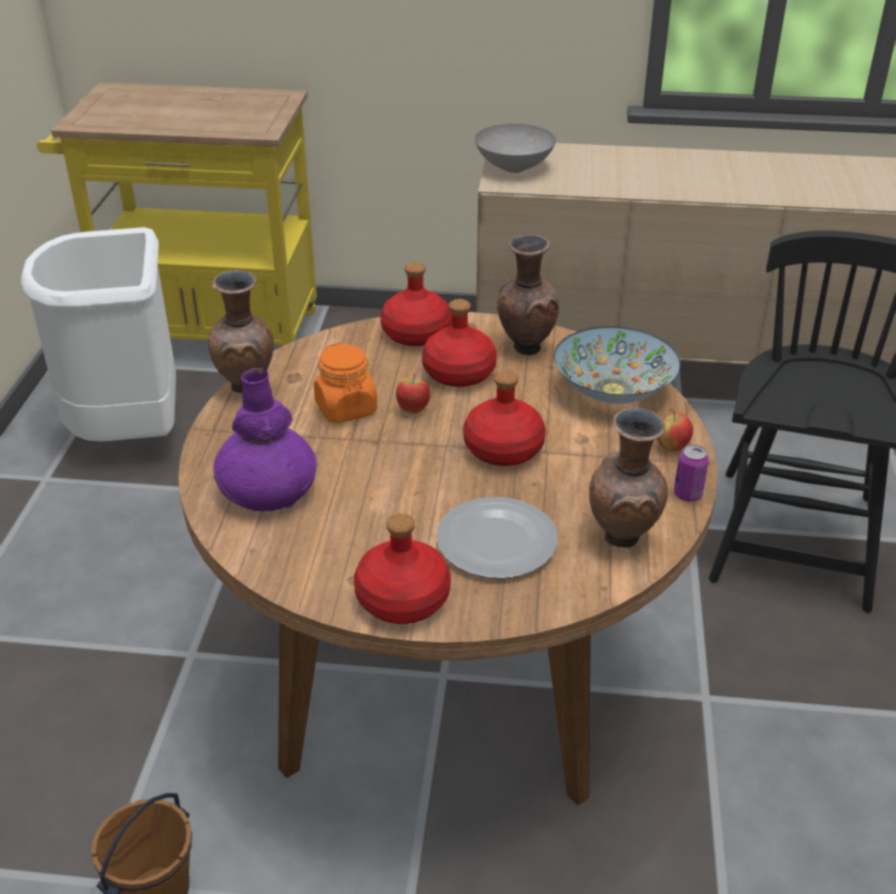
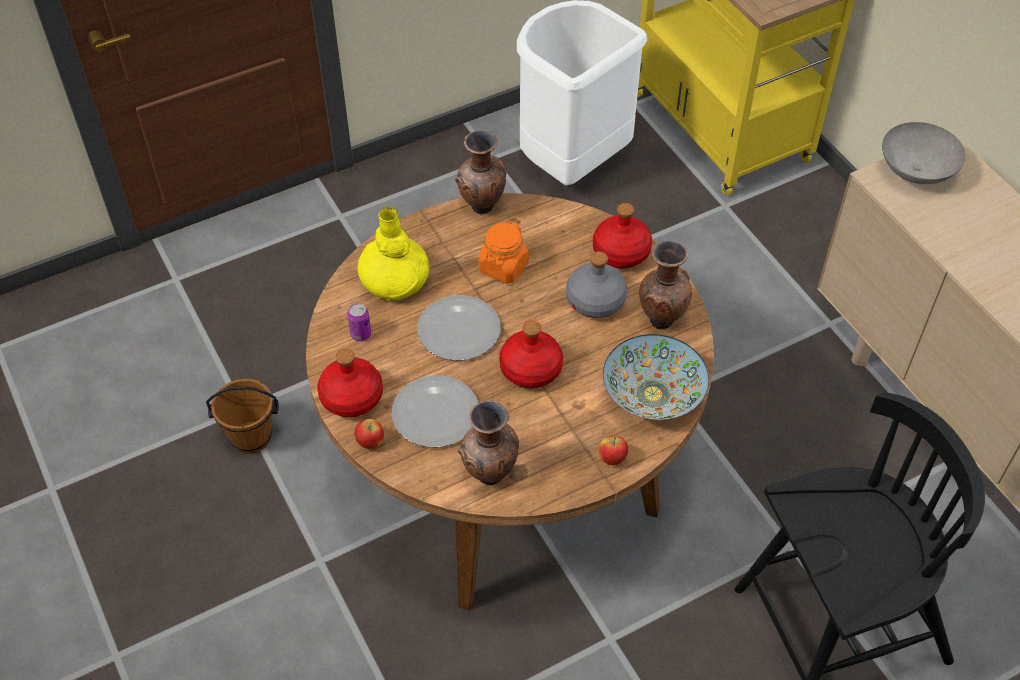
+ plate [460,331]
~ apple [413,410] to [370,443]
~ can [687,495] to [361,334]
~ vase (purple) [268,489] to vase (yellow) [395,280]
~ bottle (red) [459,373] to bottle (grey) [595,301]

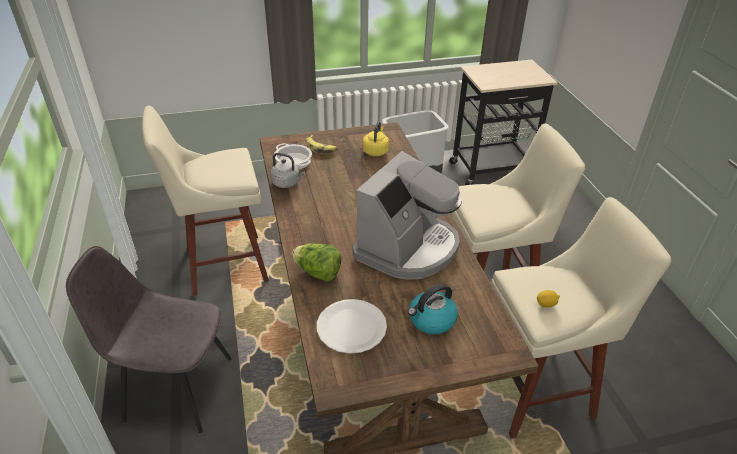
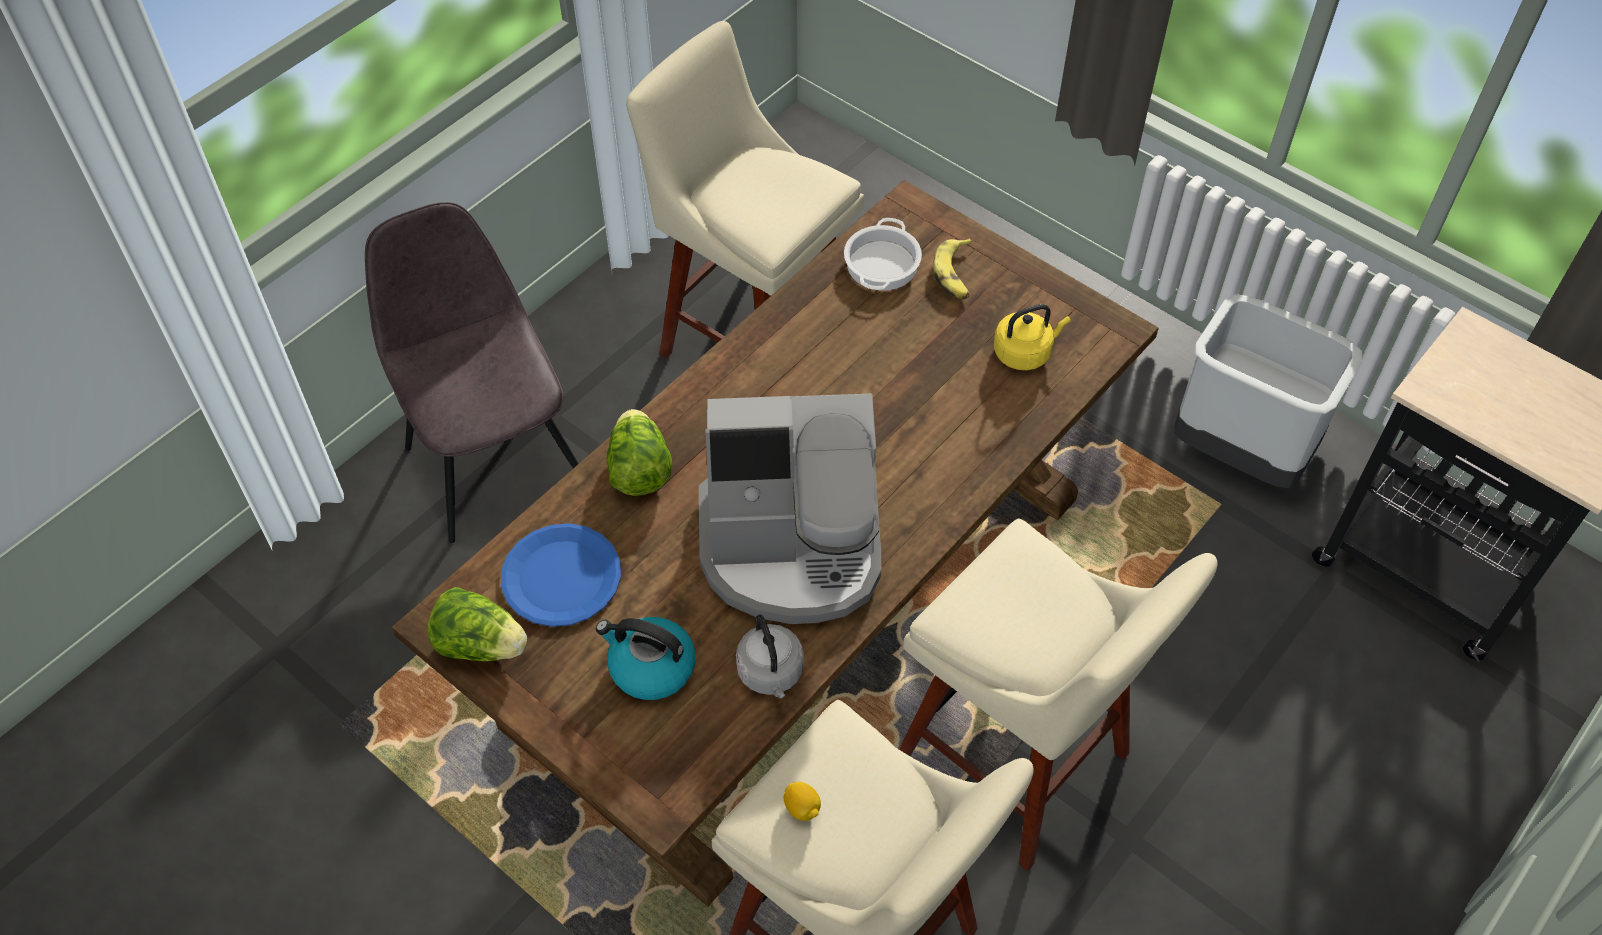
+ lettuce [481,644]
~ kettle (grey) [287,183] to [771,674]
~ plate (white) [351,327] to plate (blue) [562,577]

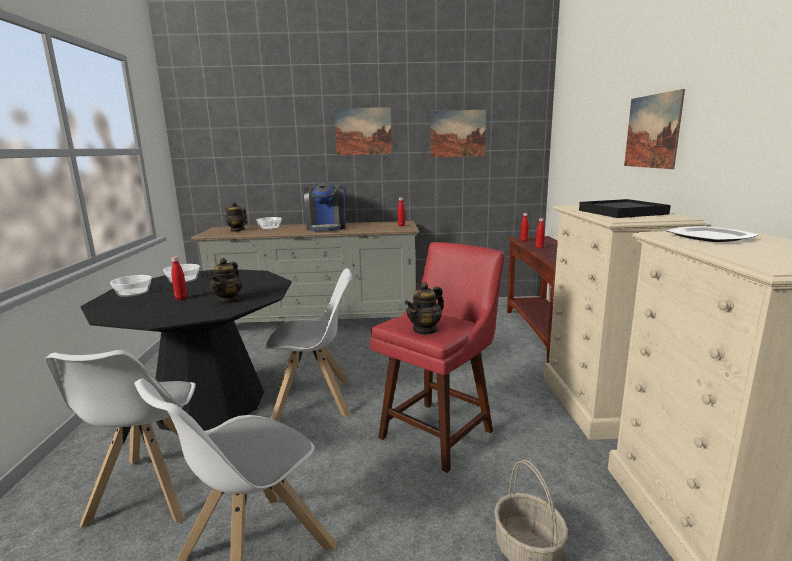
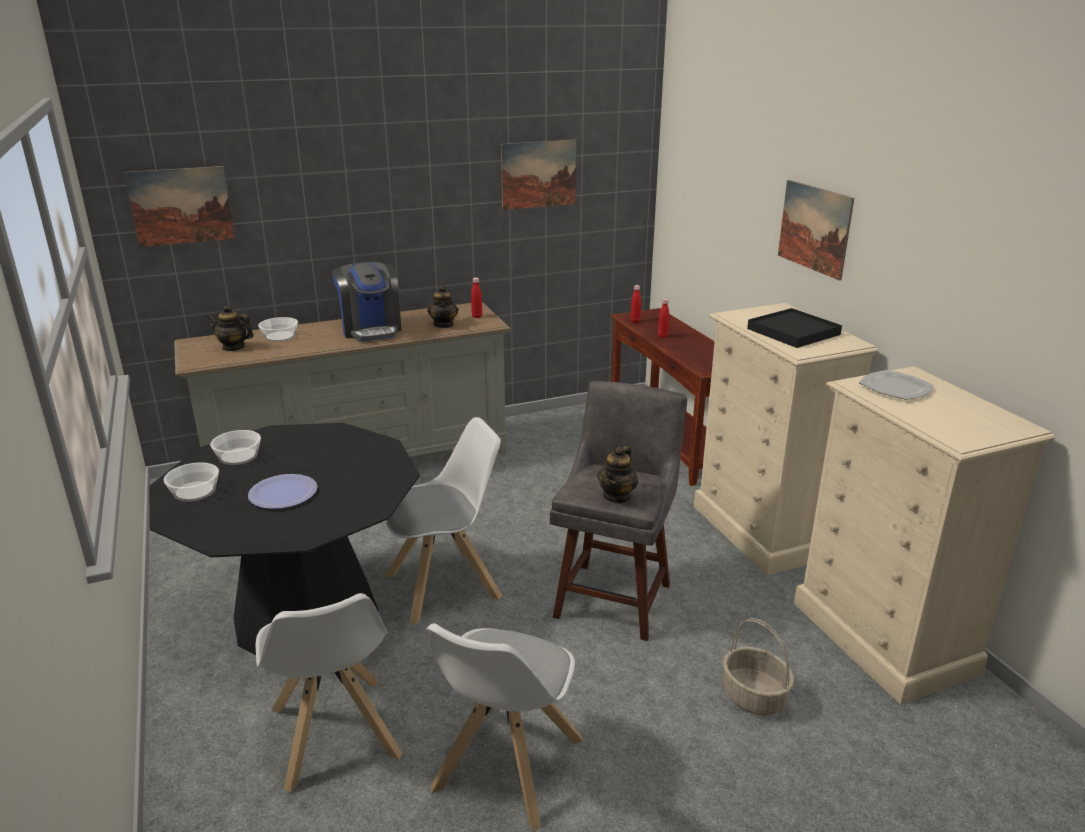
~ teapot [228,300] to [444,324]
~ picture [363,131] to [181,206]
~ bottle (red) [181,298] to plate [283,493]
~ stool (red) [439,432] to stool (grey) [614,597]

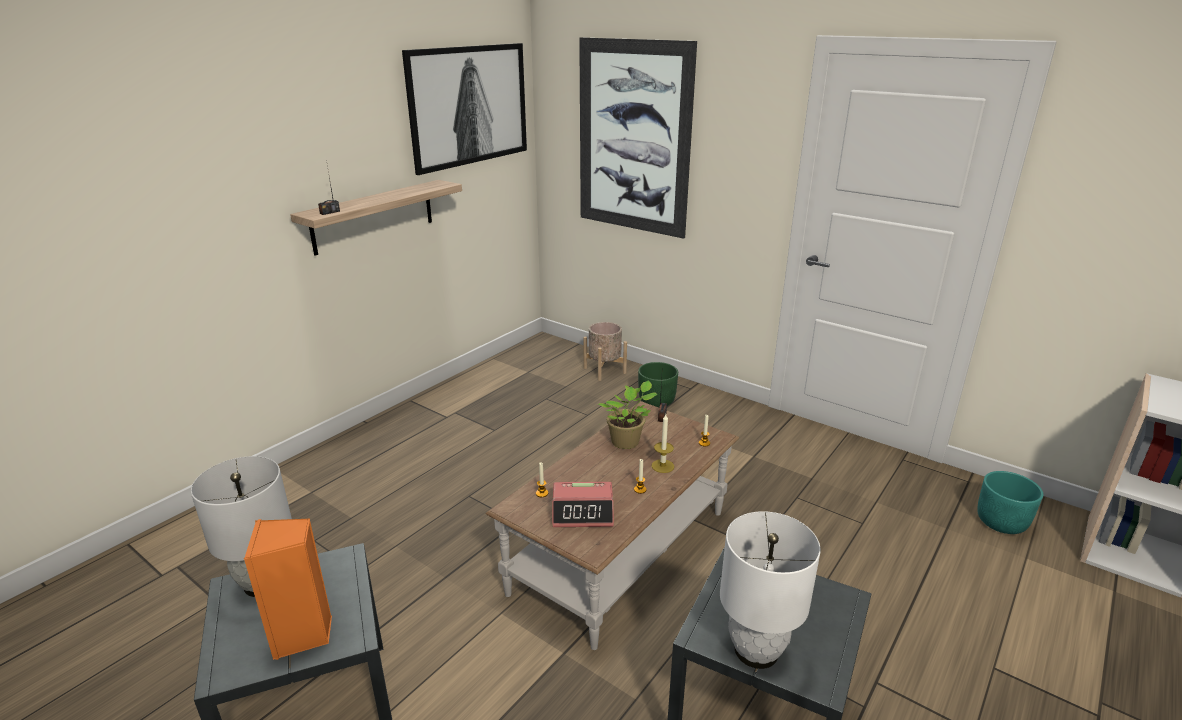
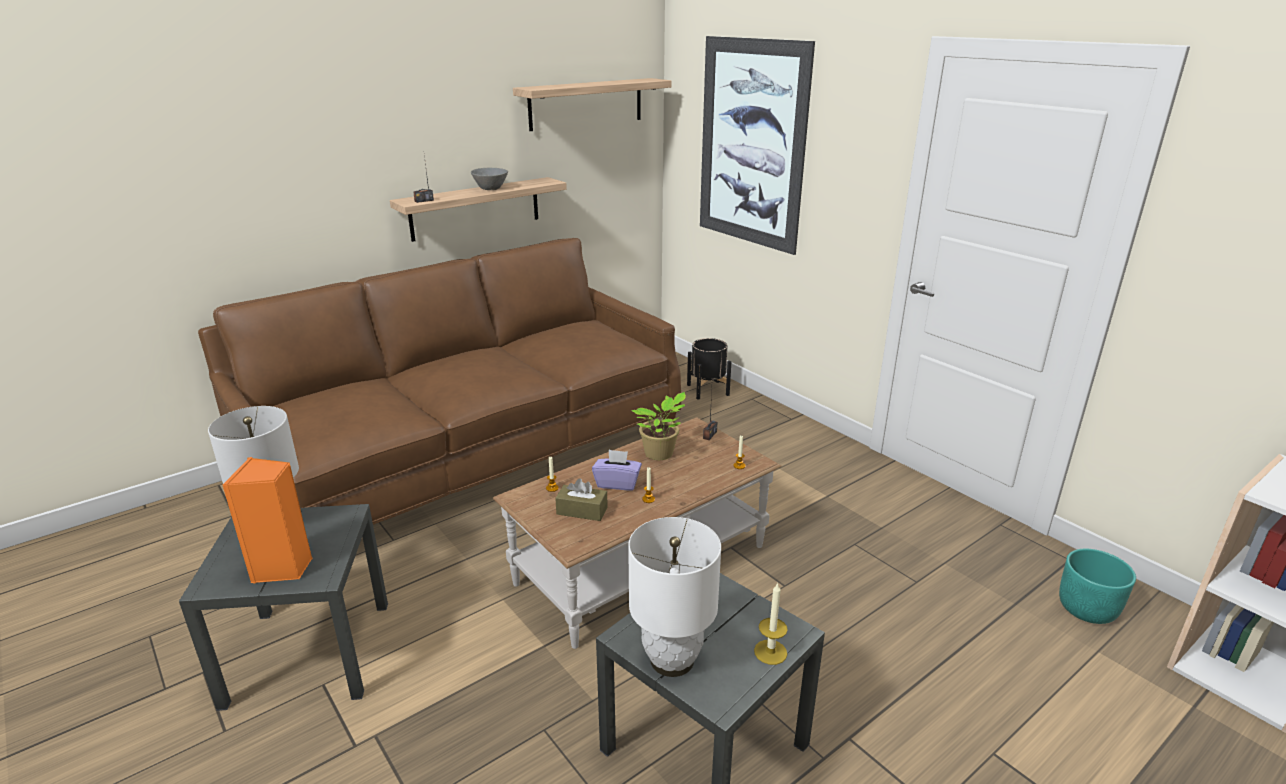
- planter (green) [657,401]
+ sofa (brown) [469,455]
+ bowl (grey) [490,189]
+ tissue box (purple) [617,483]
~ candle [662,466] to [770,652]
~ picture [468,105] to shelf [586,104]
~ alarm clock [583,512] to tissue box (brown) [582,511]
~ planter (beige) [604,370] to planter (black) [708,390]

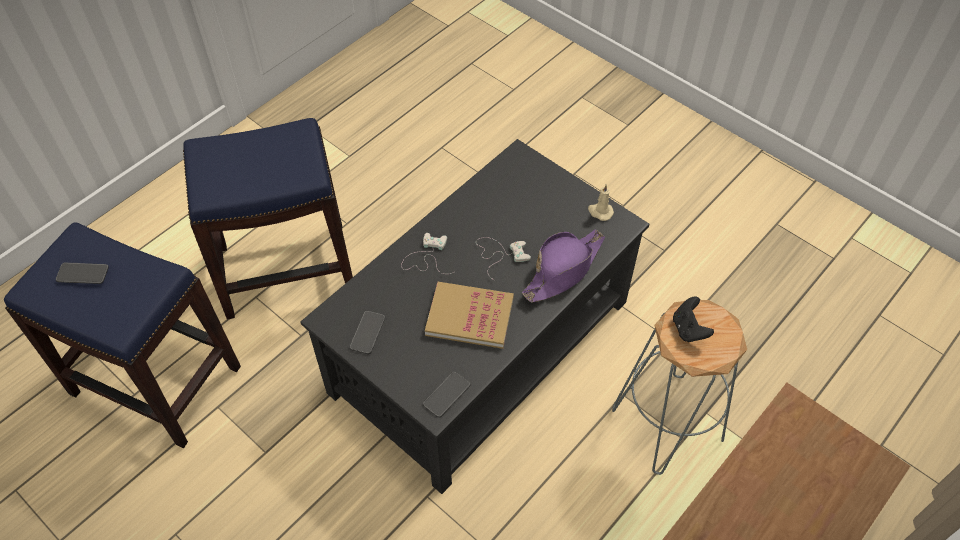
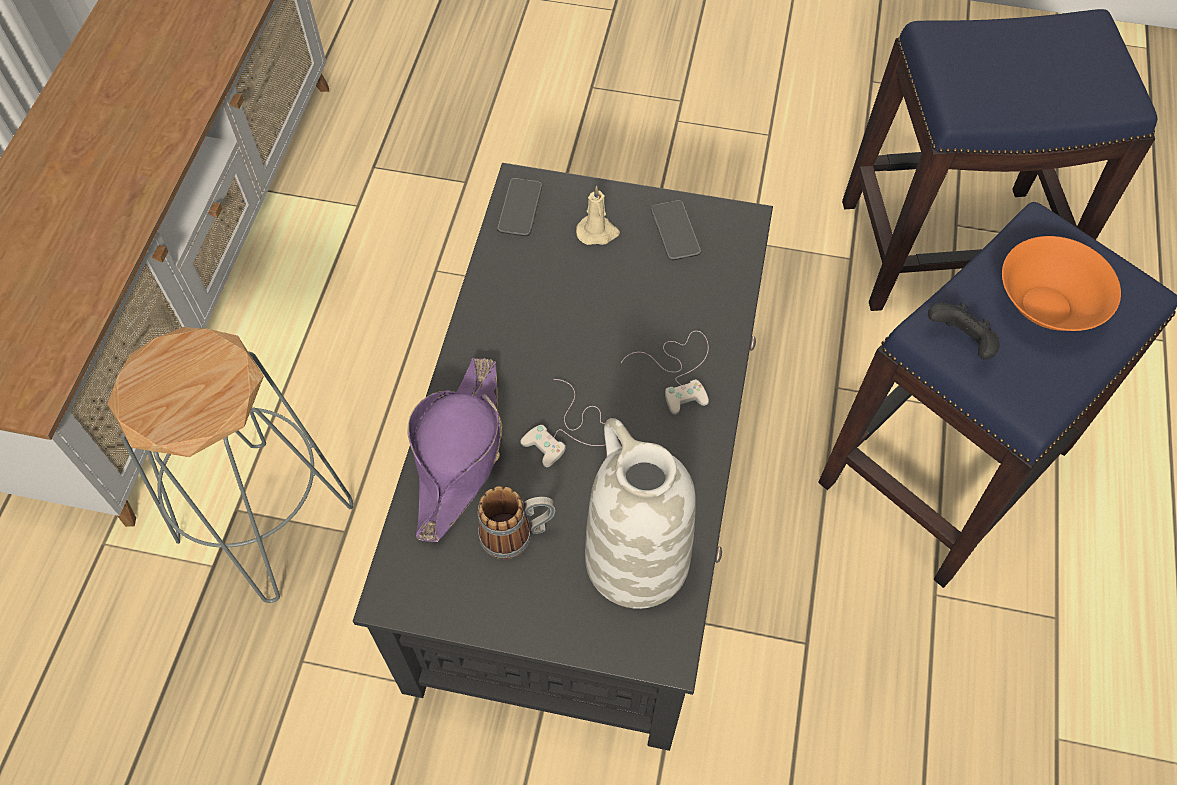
- phone [82,274]
- book [469,316]
+ mug [517,534]
+ vase (white) [635,559]
+ bowl (orange) [1045,307]
~ candle (beige) [600,212] to [598,232]
~ game controller (black) [688,329] to [960,342]

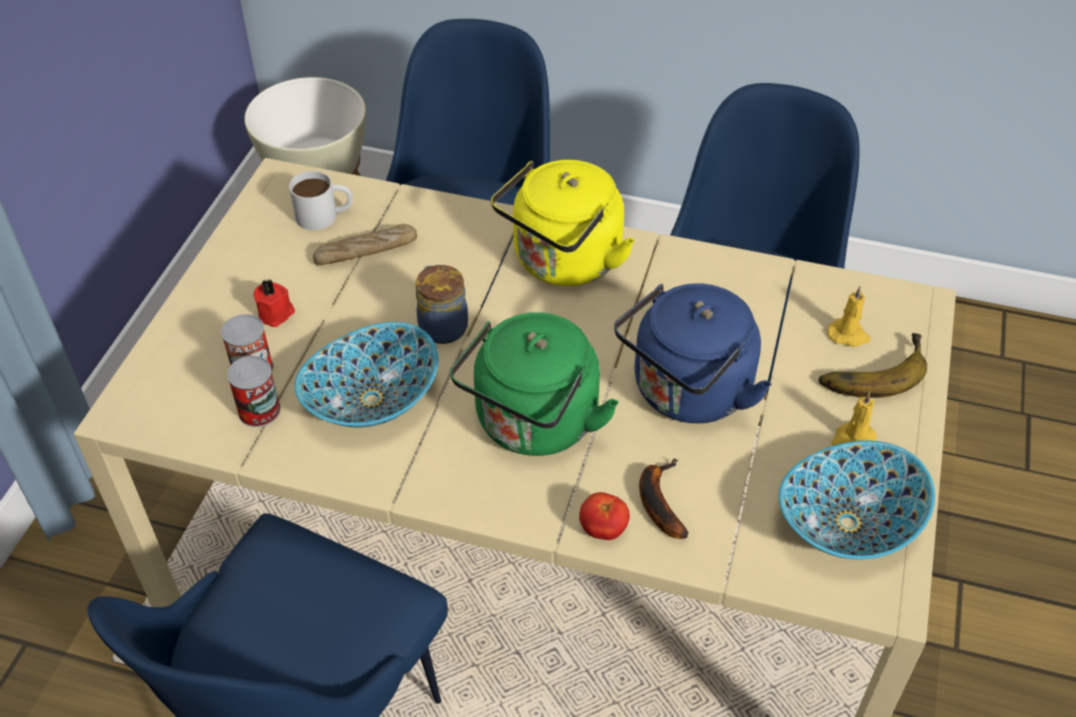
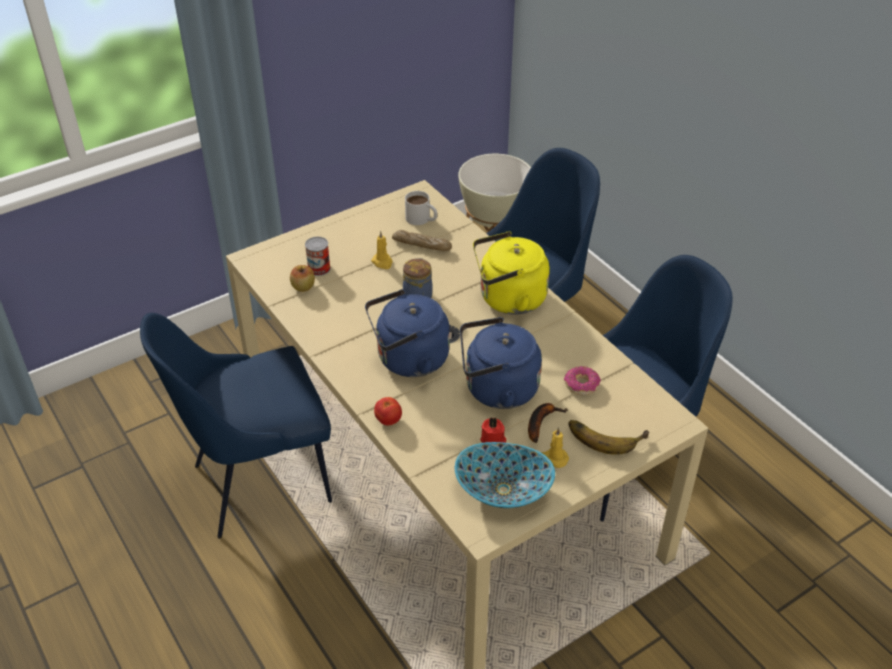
- bowl [370,399]
+ donut [581,385]
~ candle (red) [276,314] to [493,440]
~ banana [658,501] to [541,422]
~ candle (yellow) [848,335] to [382,262]
~ can [259,410] to apple [303,287]
~ kettle (green) [533,425] to kettle (blue) [408,360]

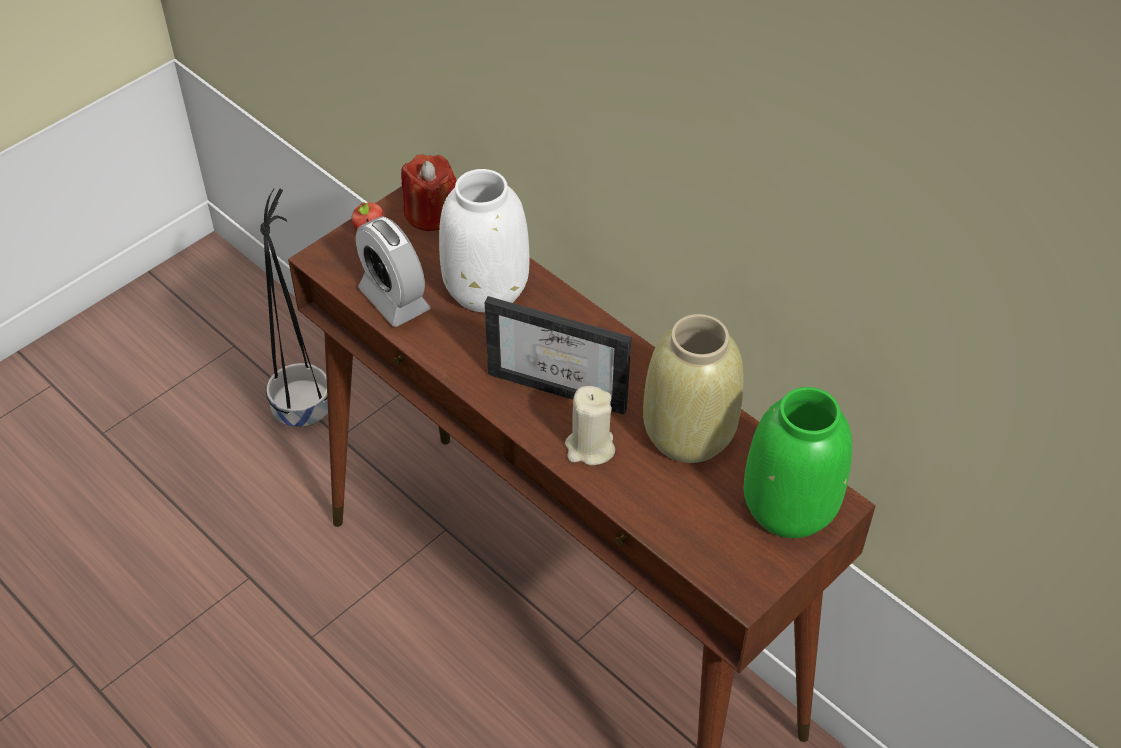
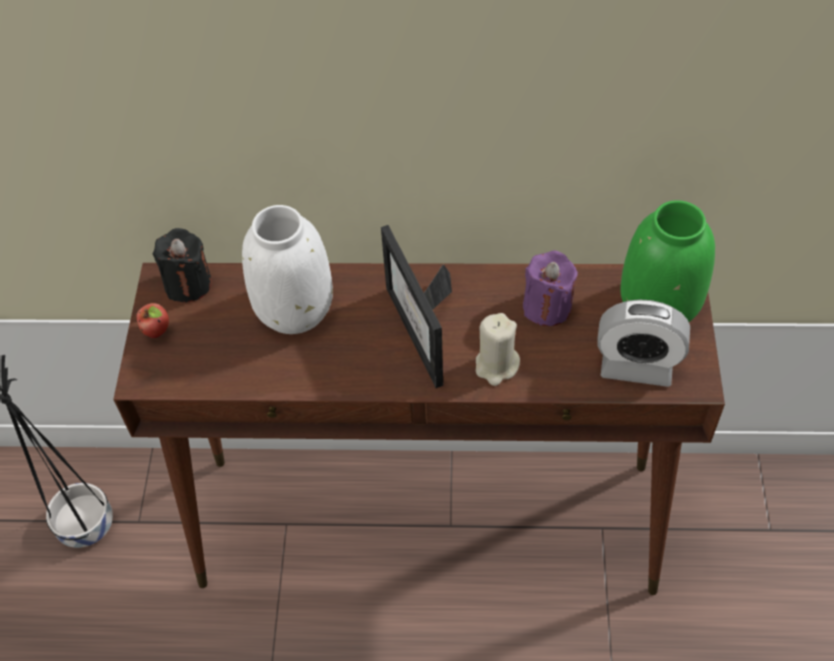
~ alarm clock [394,299] to [636,366]
~ vase (beige) [688,435] to candle (purple) [547,307]
~ candle (red) [430,214] to candle (black) [188,284]
~ picture frame [564,381] = [427,333] 90 degrees clockwise

